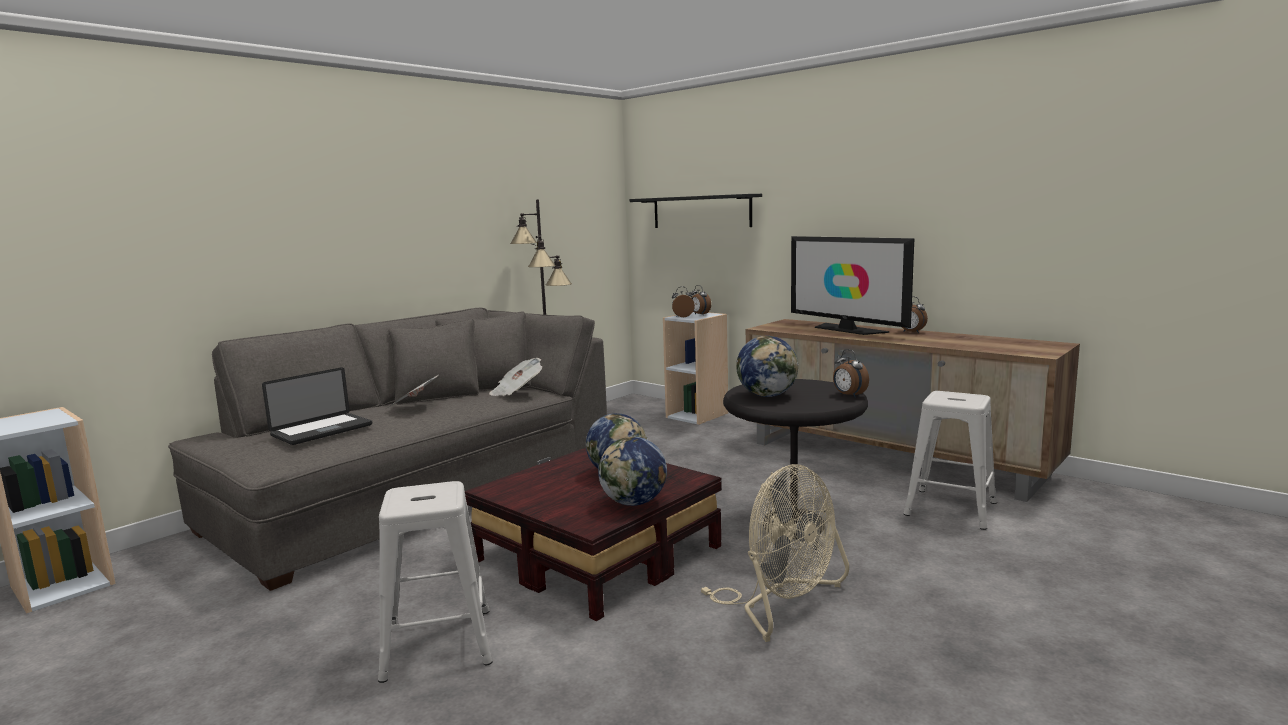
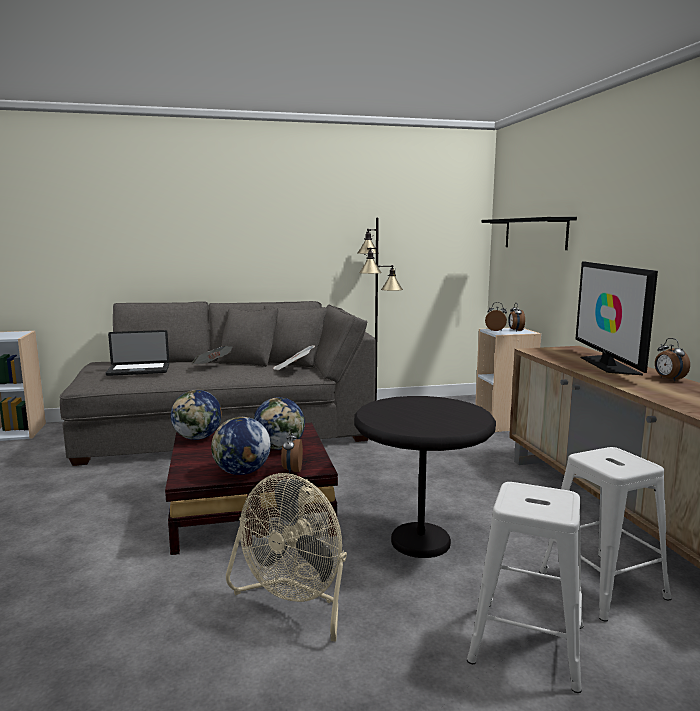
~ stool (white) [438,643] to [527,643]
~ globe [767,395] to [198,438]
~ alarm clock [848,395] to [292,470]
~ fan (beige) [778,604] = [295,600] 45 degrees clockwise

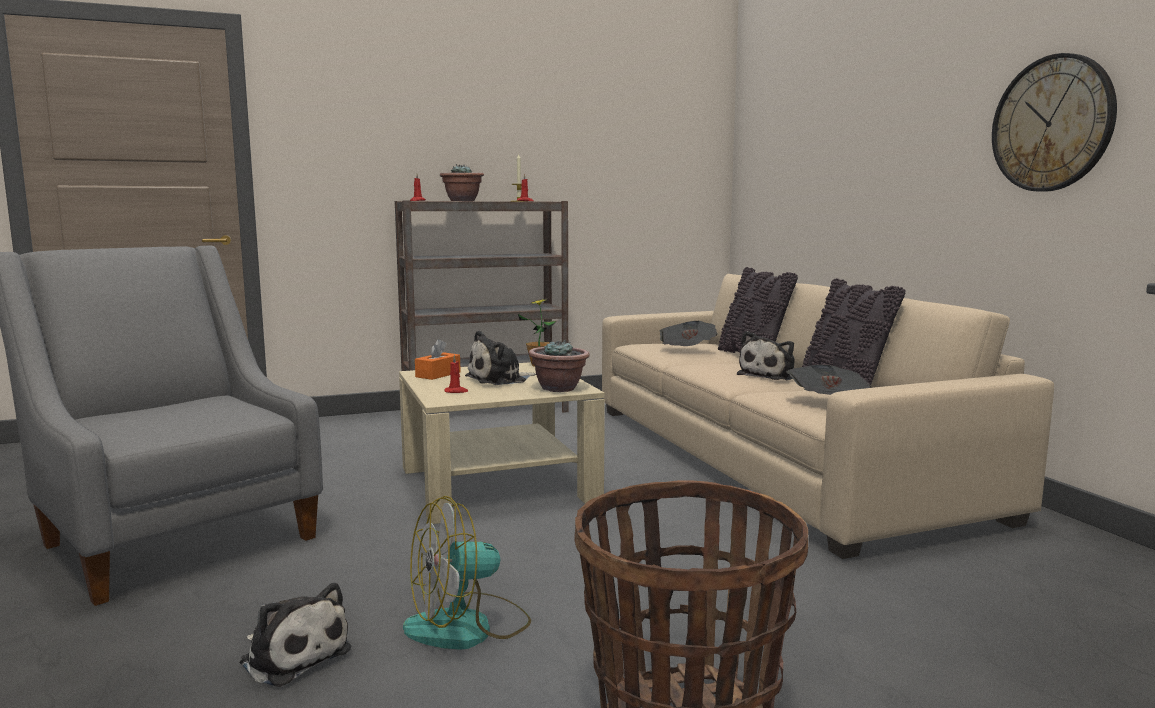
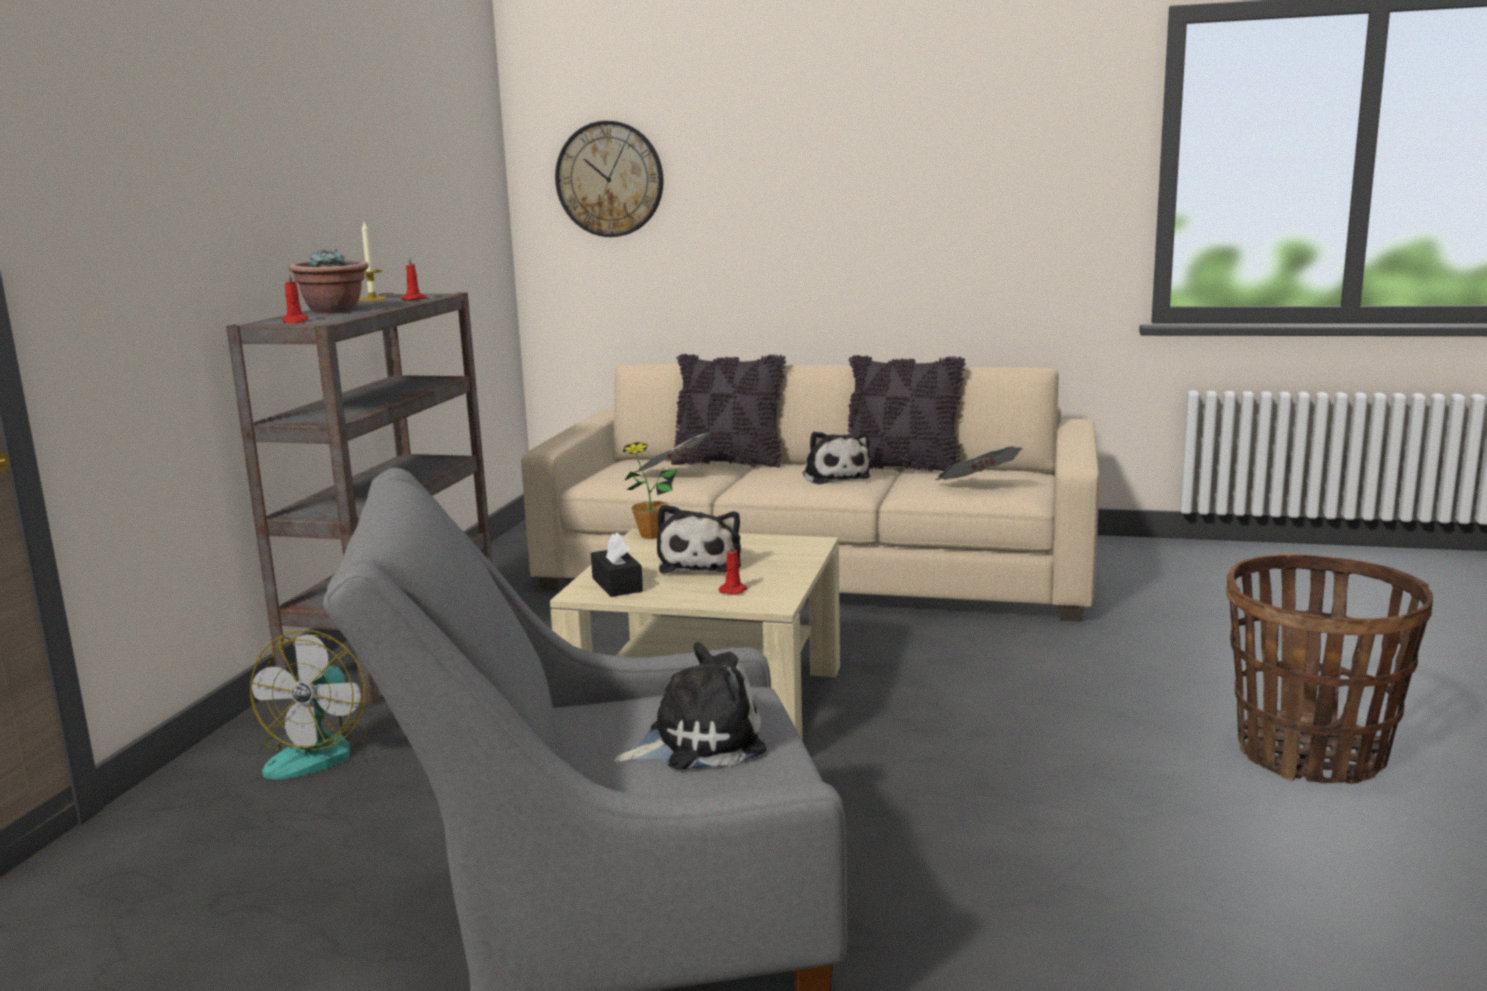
- potted plant [559,388]
~ plush toy [293,655] to [698,742]
~ fan [468,627] to [318,751]
~ wall clock [1052,124] to [610,179]
~ tissue box (orange) [438,374] to tissue box (black) [617,584]

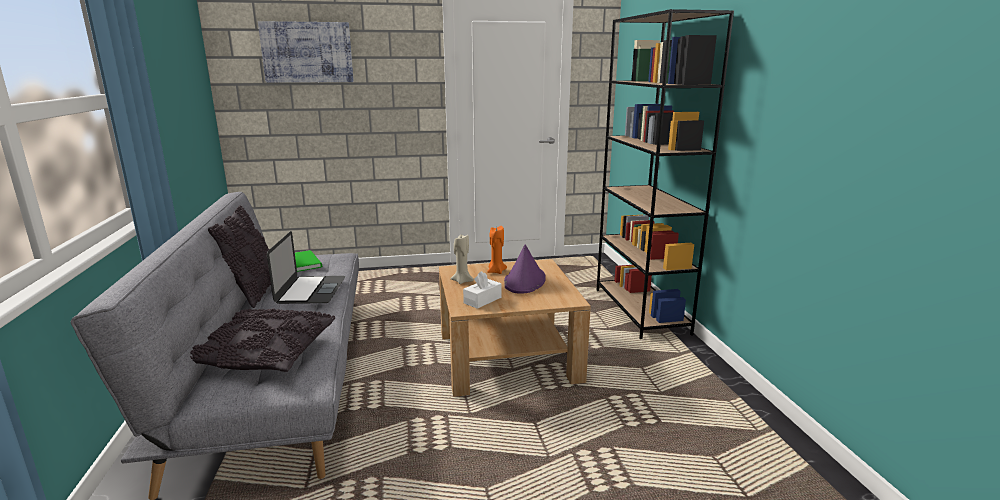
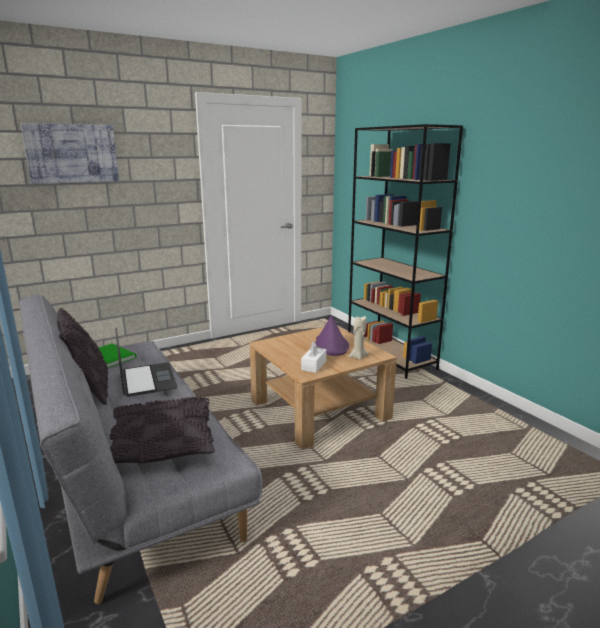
- candle (orange) [496,271]
~ candle (beige) [462,281] to [358,356]

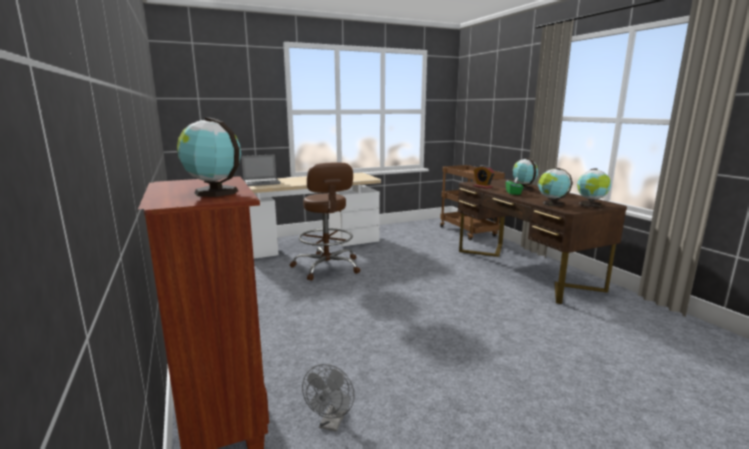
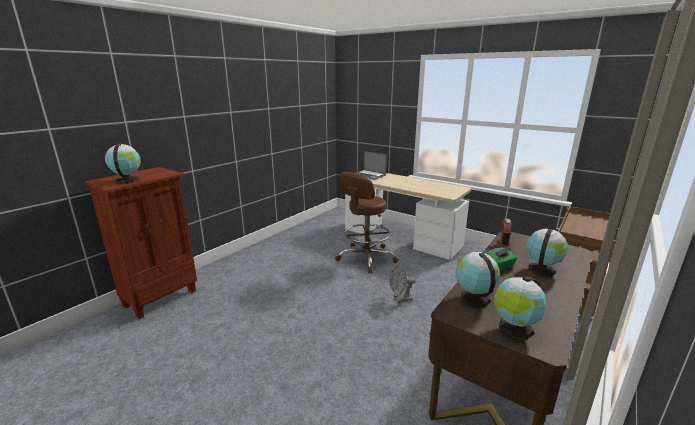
~ fan (grey) [332,423] to [400,299]

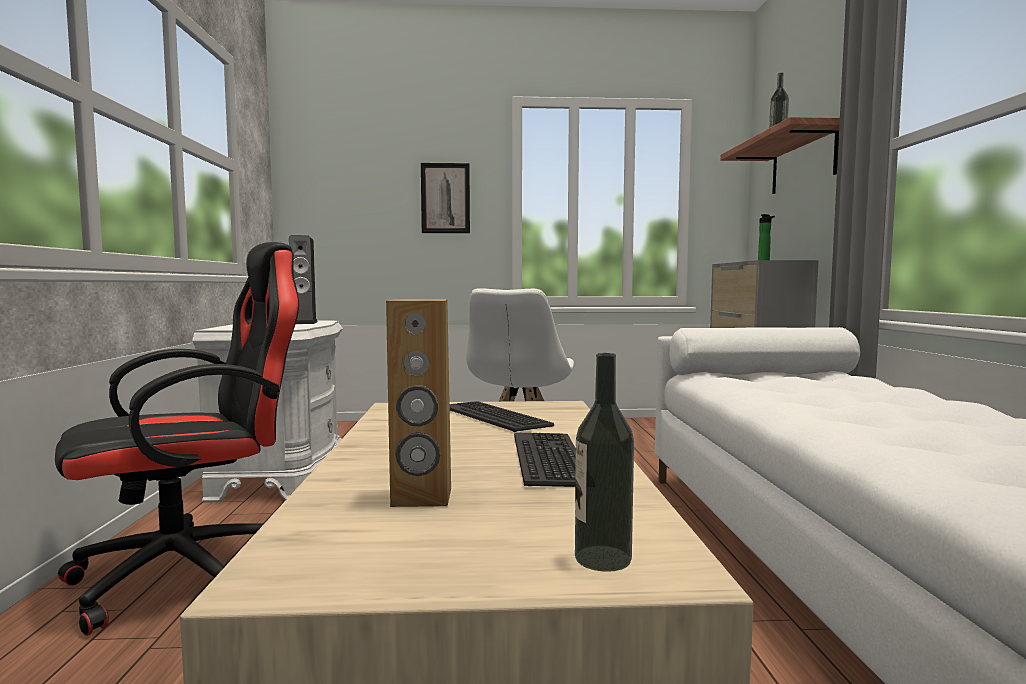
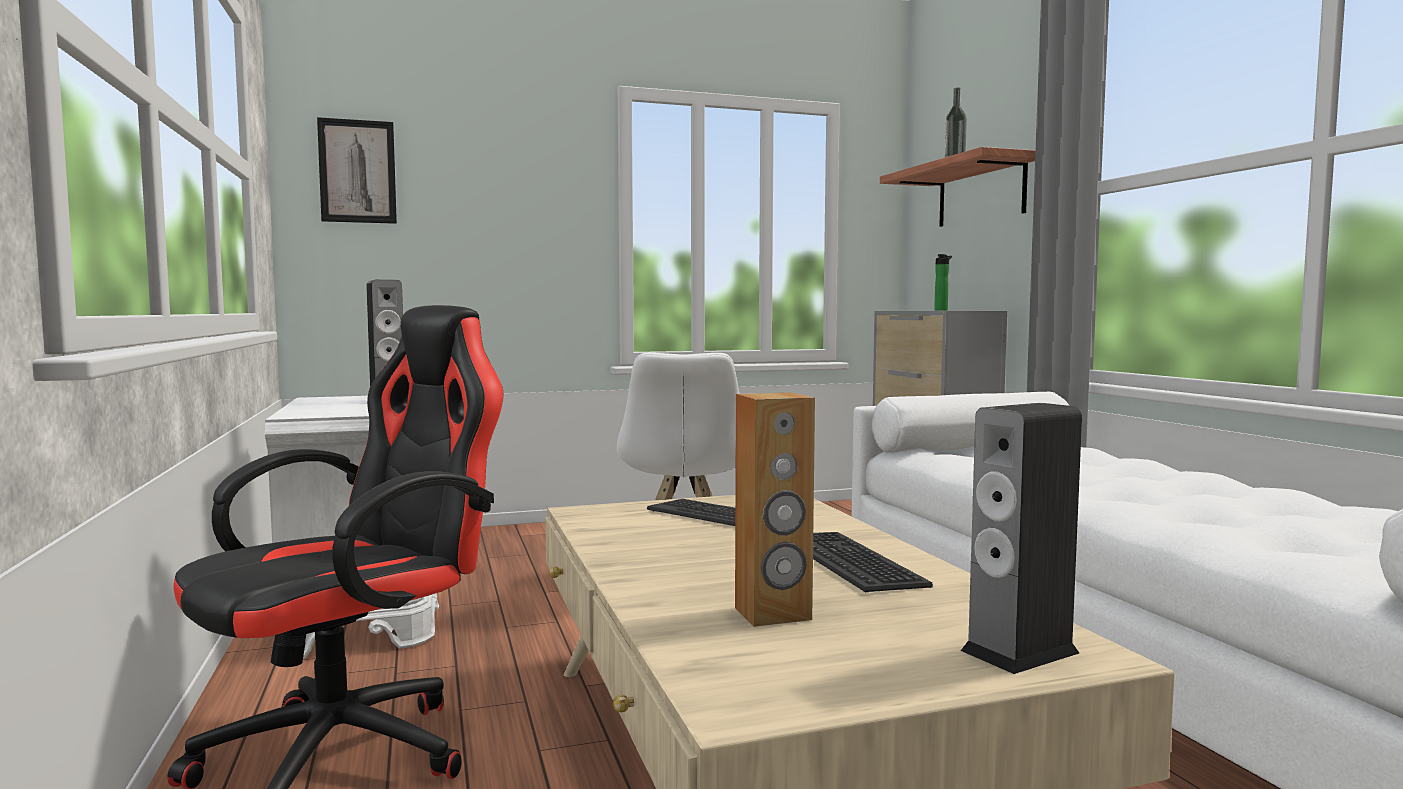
~ picture [445,198] to [357,171]
~ bottle [602,558] to speaker [1019,652]

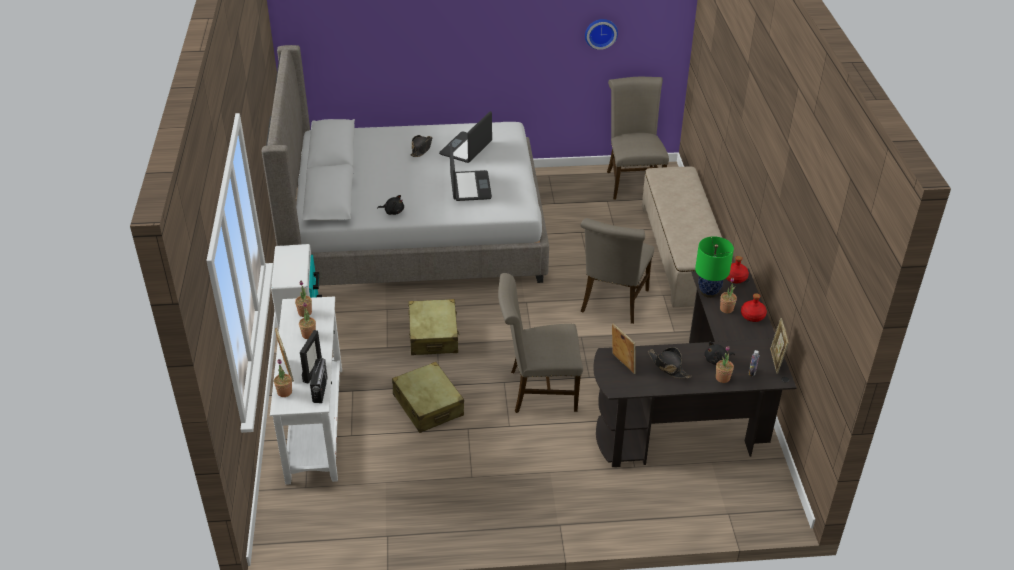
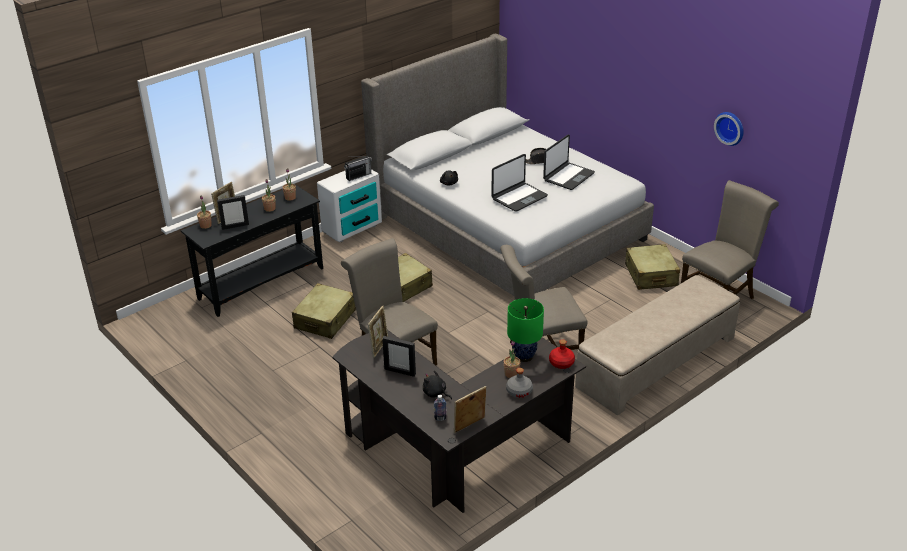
- potted plant [722,378]
+ suitcase (beige) [651,275]
~ radio [320,390] to [358,176]
~ hat (black) [668,367] to picture frame [400,371]
~ console table (white) [314,424] to console table (black) [261,283]
~ bottle (red) [752,316] to bottle (grey) [519,391]
~ laptop [466,148] = [568,177] 135 degrees clockwise

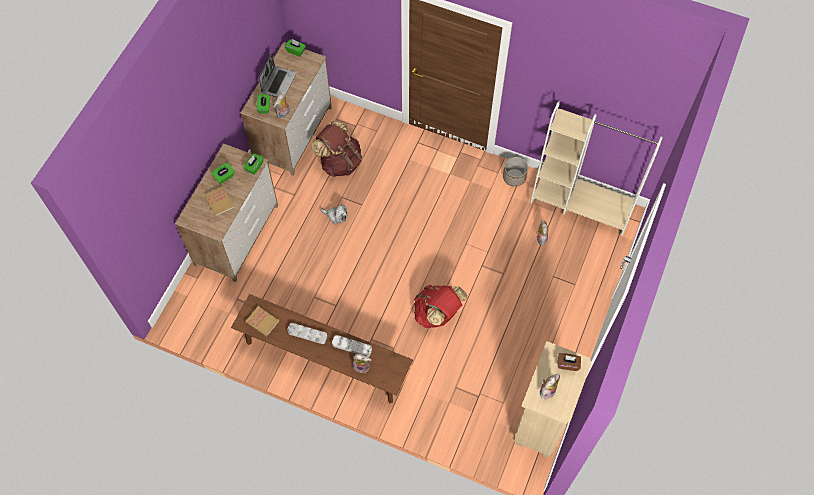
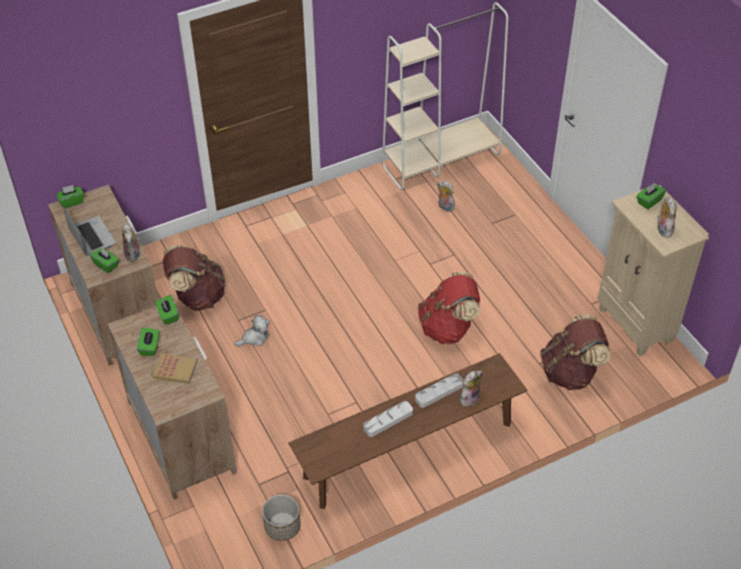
- book [262,321]
+ backpack (brown) [570,372]
~ planter [514,177] to [282,526]
~ tissue box (brown) [567,364] to tissue box (green) [649,201]

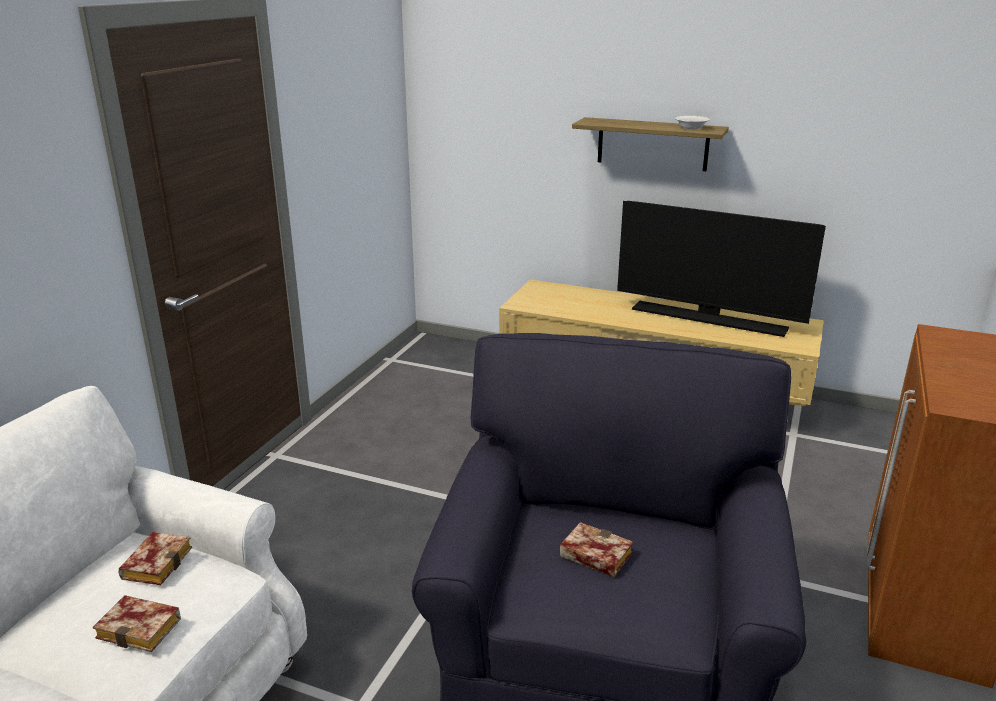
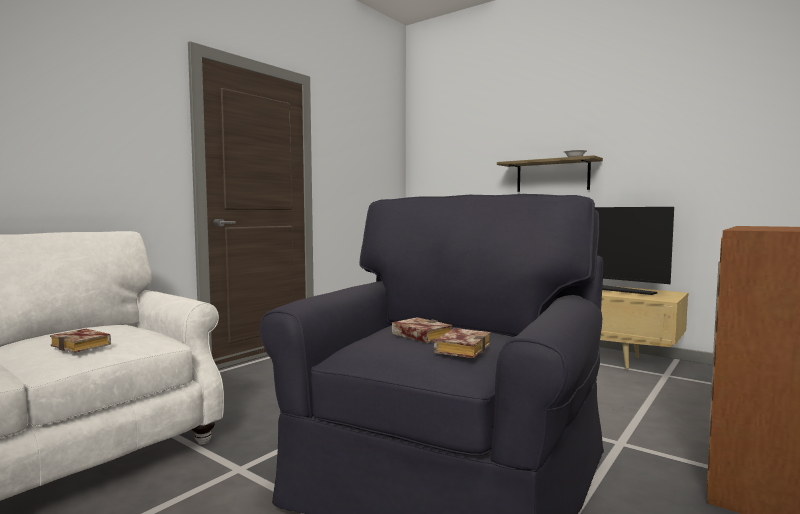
~ book [157,562] to [462,348]

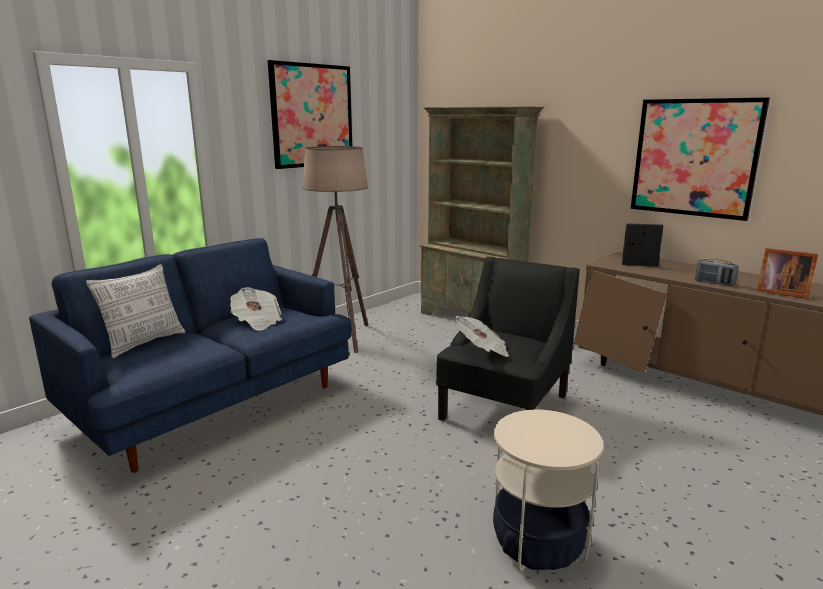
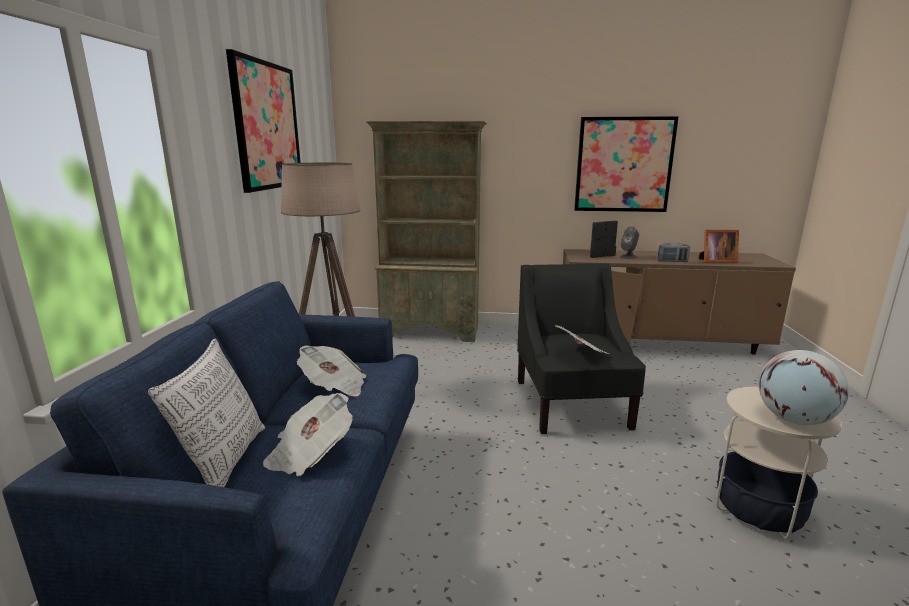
+ newspaper [310,453]
+ speaker (grey) [628,257]
+ globe [794,419]

